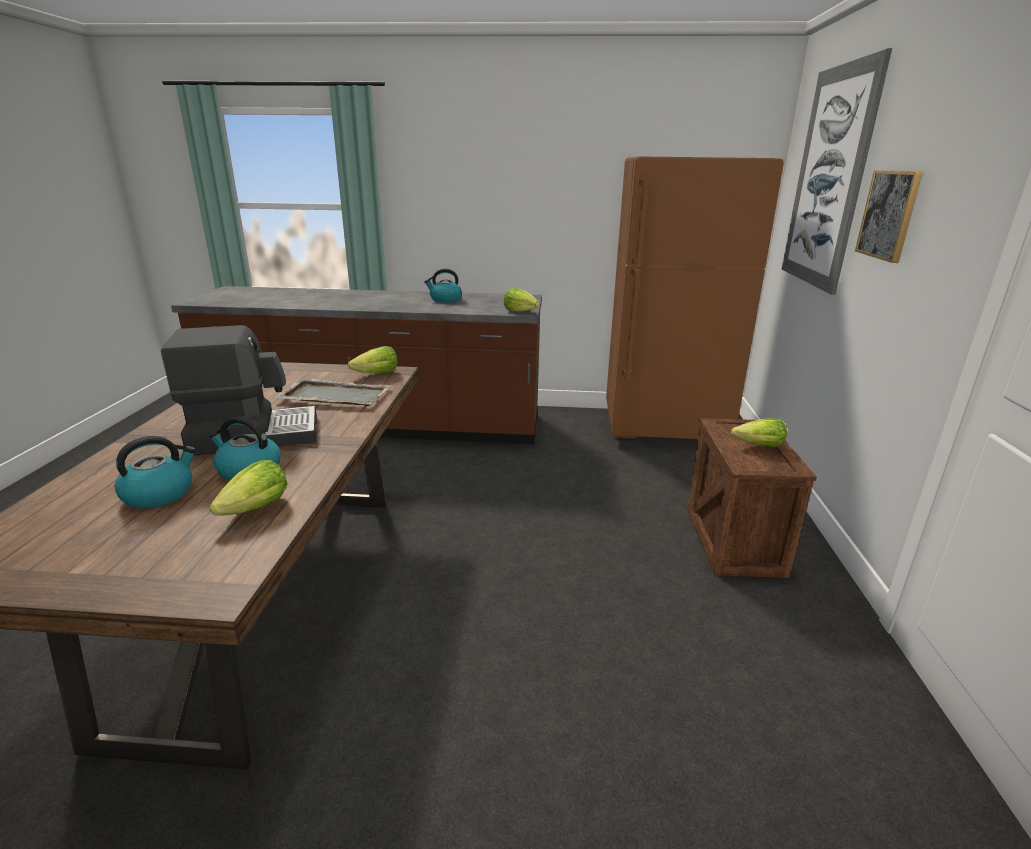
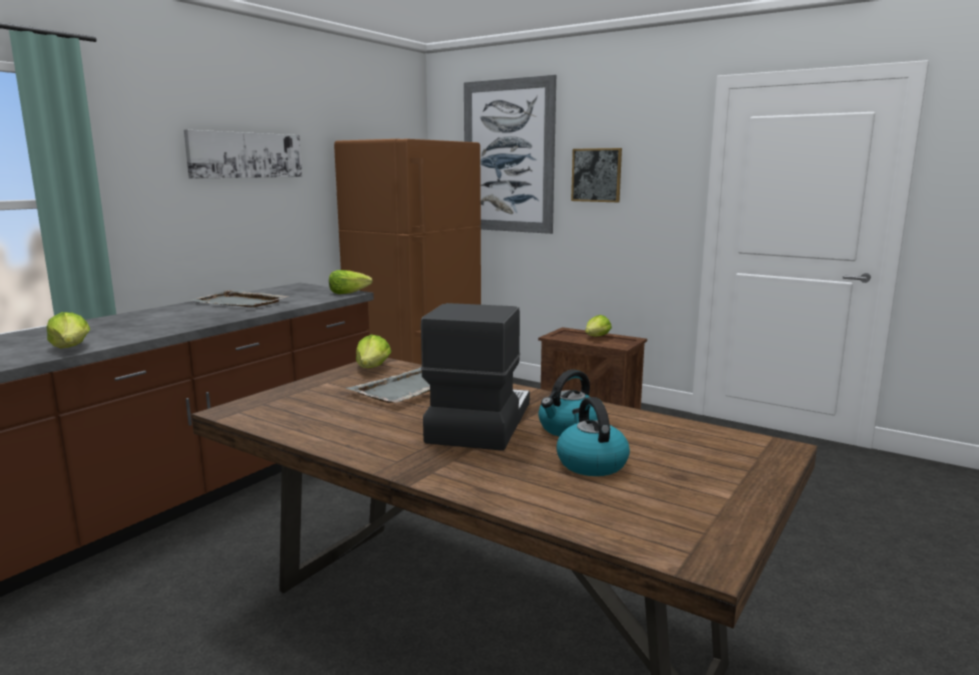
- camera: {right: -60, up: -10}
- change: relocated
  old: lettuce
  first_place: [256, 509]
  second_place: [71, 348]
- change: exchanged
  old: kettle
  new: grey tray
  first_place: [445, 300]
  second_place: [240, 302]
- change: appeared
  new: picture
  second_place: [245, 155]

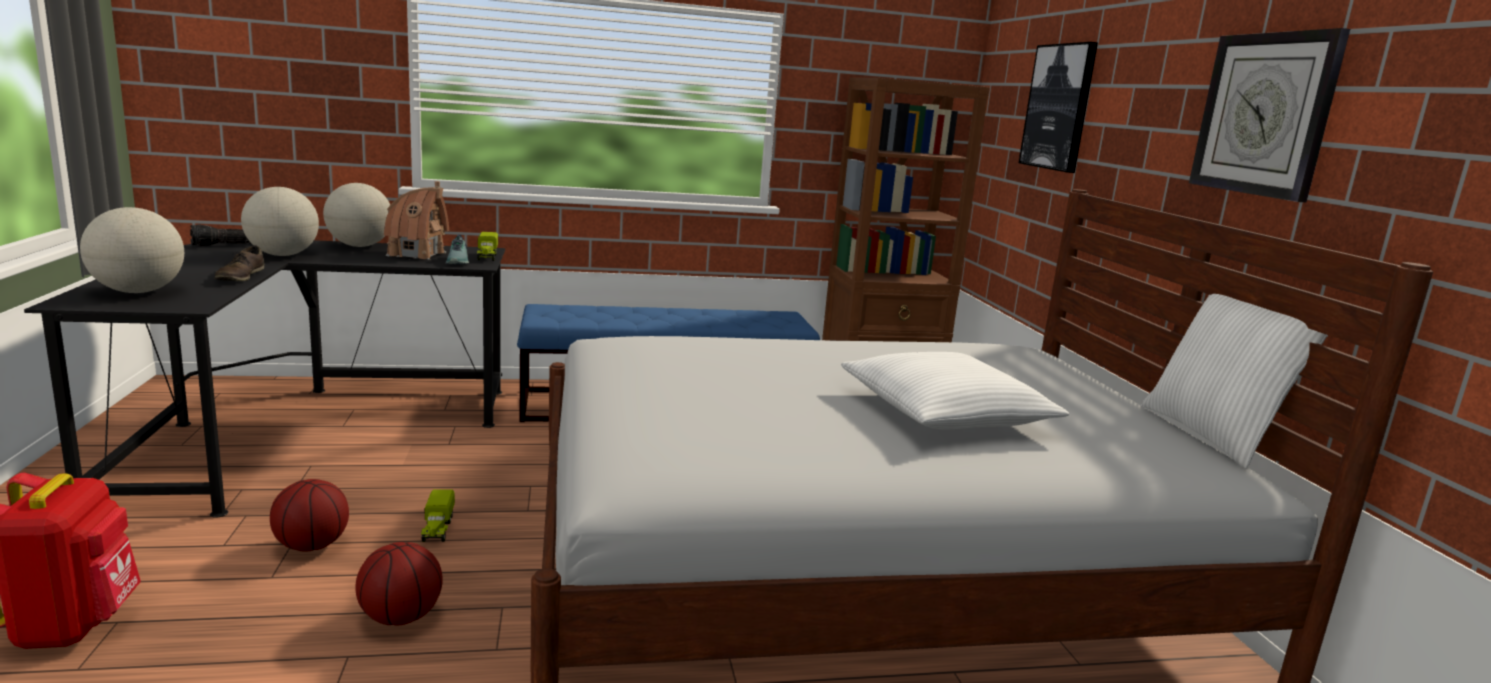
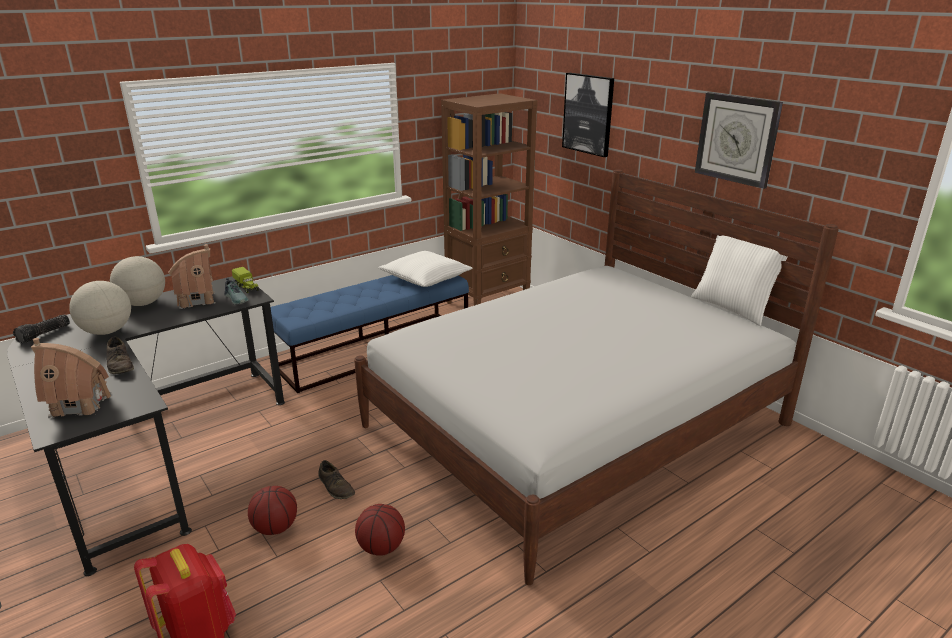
- camera: {right: -25, up: 10}
- change: exchanged
  old: globe
  new: toy house
  first_place: [138, 292]
  second_place: [80, 404]
- change: exchanged
  old: toy truck
  new: brown shoe
  first_place: [437, 529]
  second_place: [336, 487]
- change: relocated
  old: white pillow
  first_place: [944, 412]
  second_place: [425, 278]

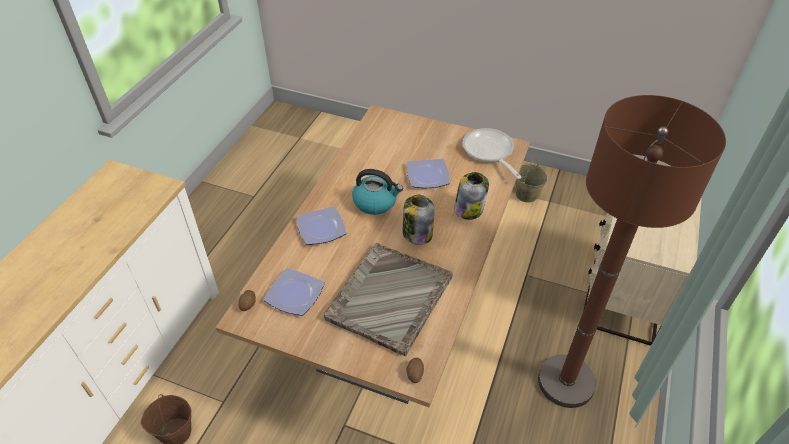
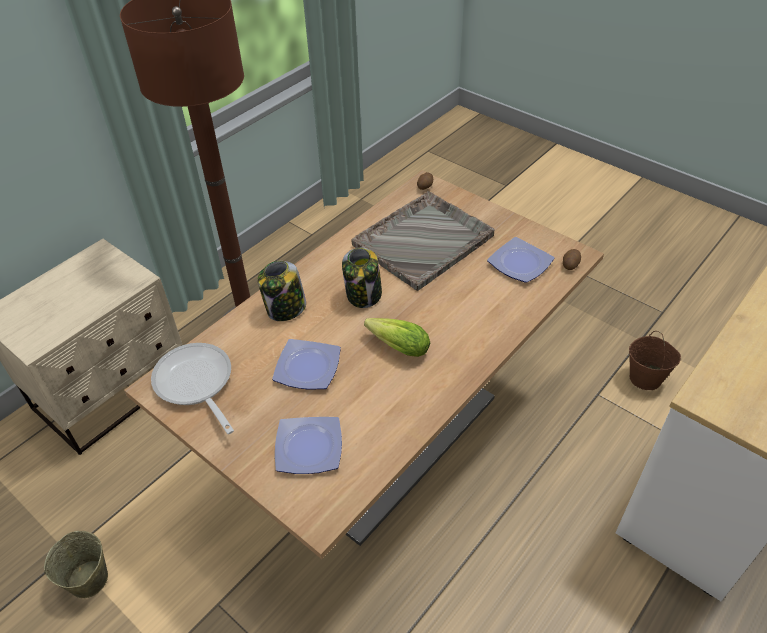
- camera: {right: -160, up: 0}
- change: relocated
  old: plate
  first_place: [320, 228]
  second_place: [310, 448]
- change: exchanged
  old: kettle
  new: lettuce
  first_place: [375, 202]
  second_place: [395, 345]
- change: spun
  old: frying pan
  first_place: [489, 152]
  second_place: [196, 384]
  degrees: 150

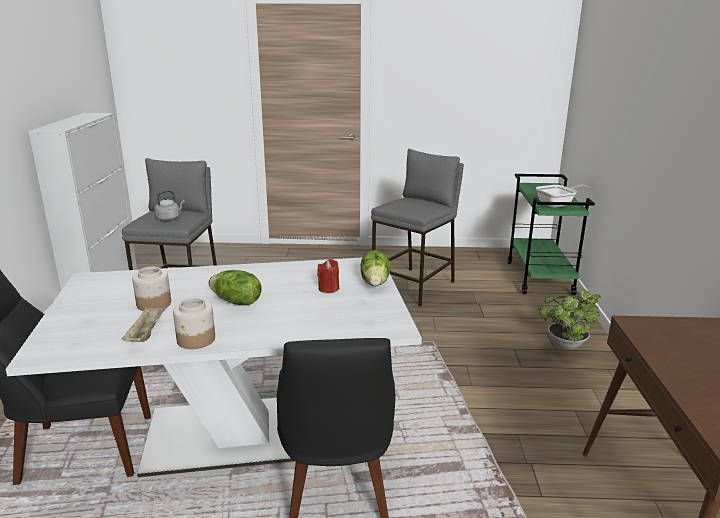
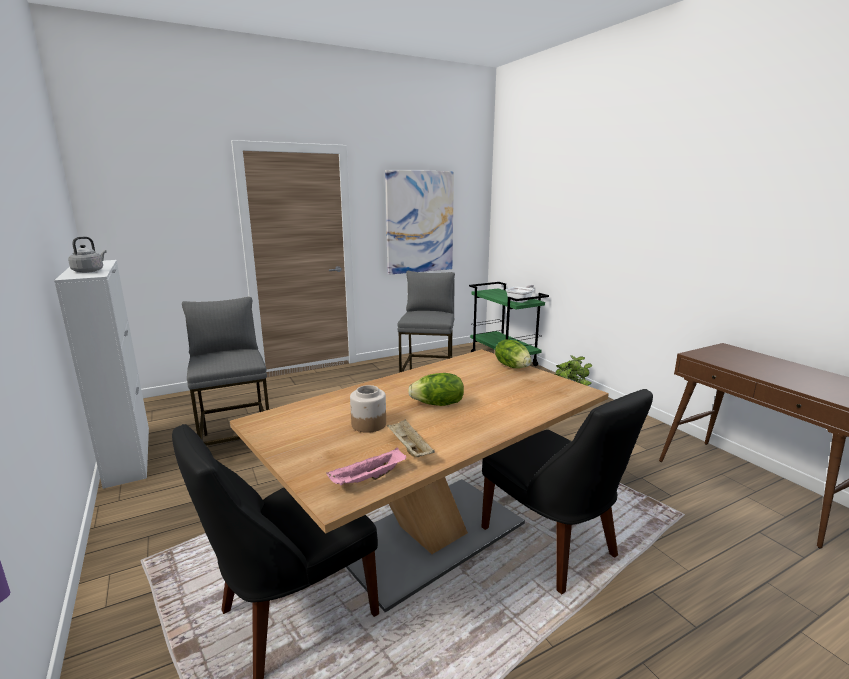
- camera: {right: -30, up: -5}
- change: colour
  old: white dining table
  new: brown dining table
  first_place: [240, 434]
  second_place: [430, 536]
- change: relocated
  old: grey kettle
  first_place: [169, 218]
  second_place: [89, 271]
- change: missing
  old: jar
  first_place: [196, 340]
- change: missing
  old: red candle
  first_place: [328, 288]
- change: appeared
  new: pink tray
  second_place: [368, 479]
- change: appeared
  new: picture
  second_place: [419, 222]

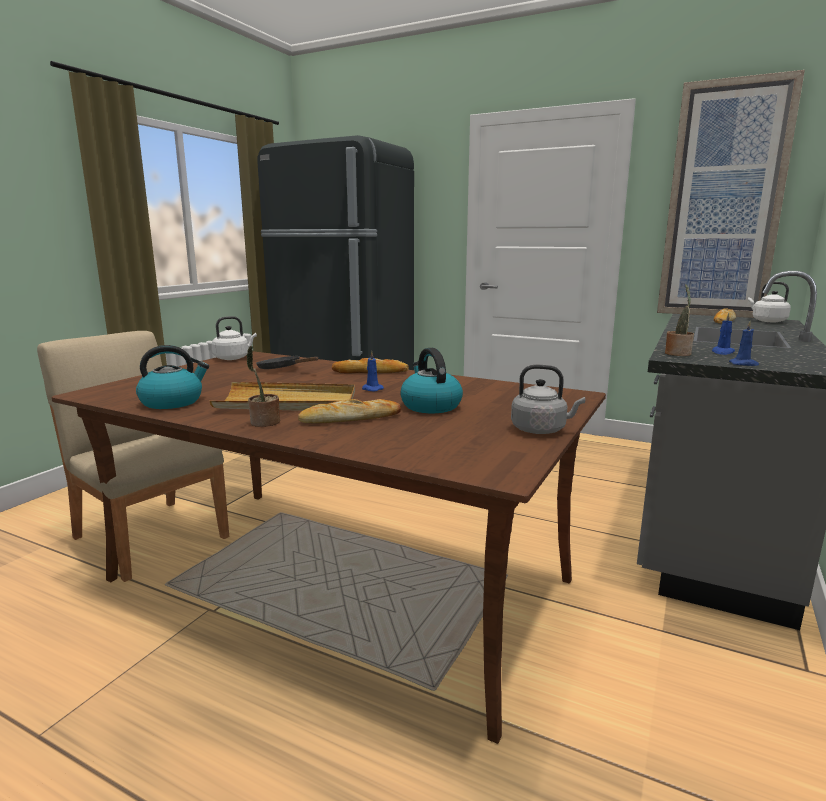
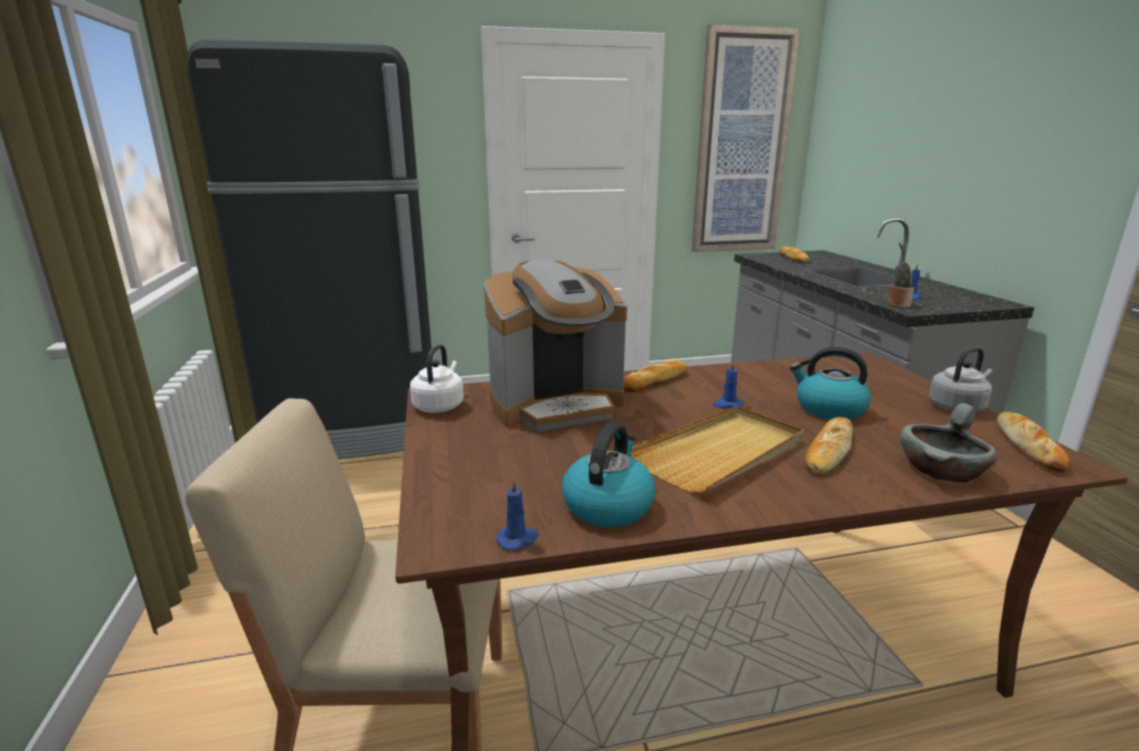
- camera: {right: -40, up: 5}
- change: missing
  old: potted plant
  first_place: [264, 423]
- change: exchanged
  old: black frying pan
  new: coffee machine
  first_place: [282, 369]
  second_place: [557, 405]
- change: relocated
  old: blue candle
  first_place: [744, 364]
  second_place: [518, 539]
- change: missing
  old: white kettle
  first_place: [767, 321]
- change: appeared
  new: grey bowl
  second_place: [942, 469]
- change: appeared
  new: bread
  second_place: [1028, 446]

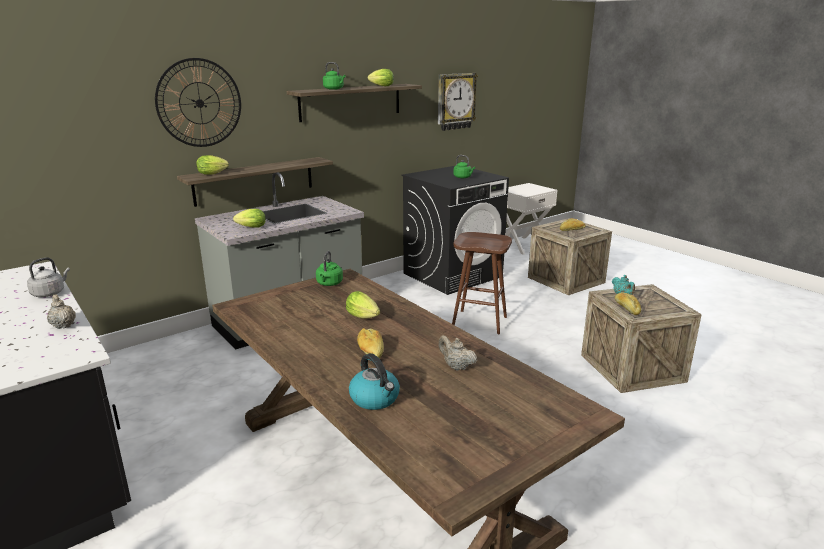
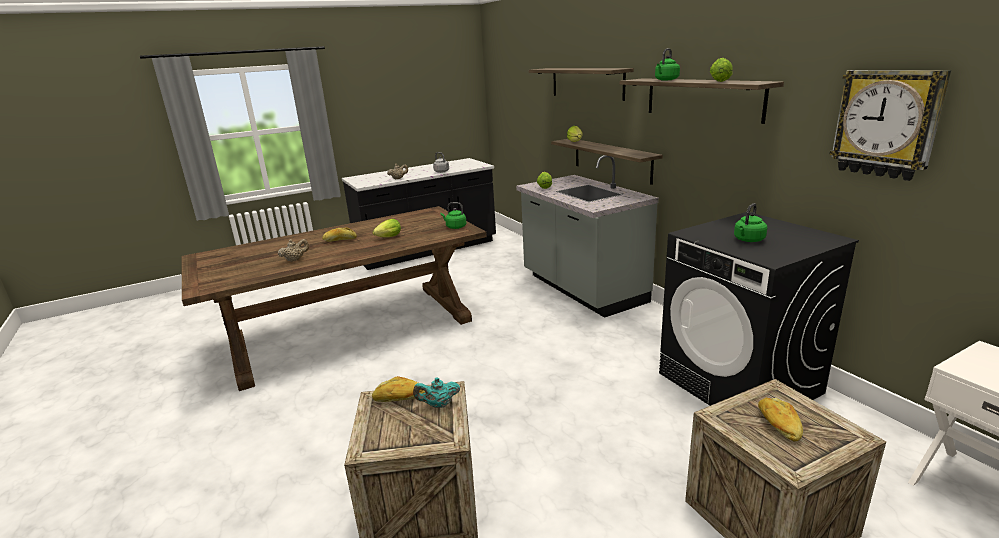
- camera: {right: 100, up: 0}
- change: exchanged
  old: wall clock
  new: shelf
  first_place: [199, 103]
  second_place: [586, 83]
- change: missing
  old: kettle
  first_place: [375, 399]
- change: missing
  old: brown stool
  first_place: [480, 322]

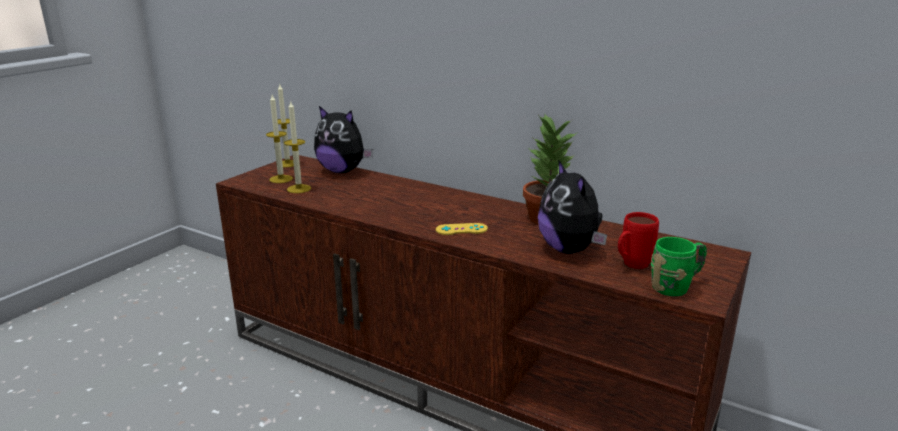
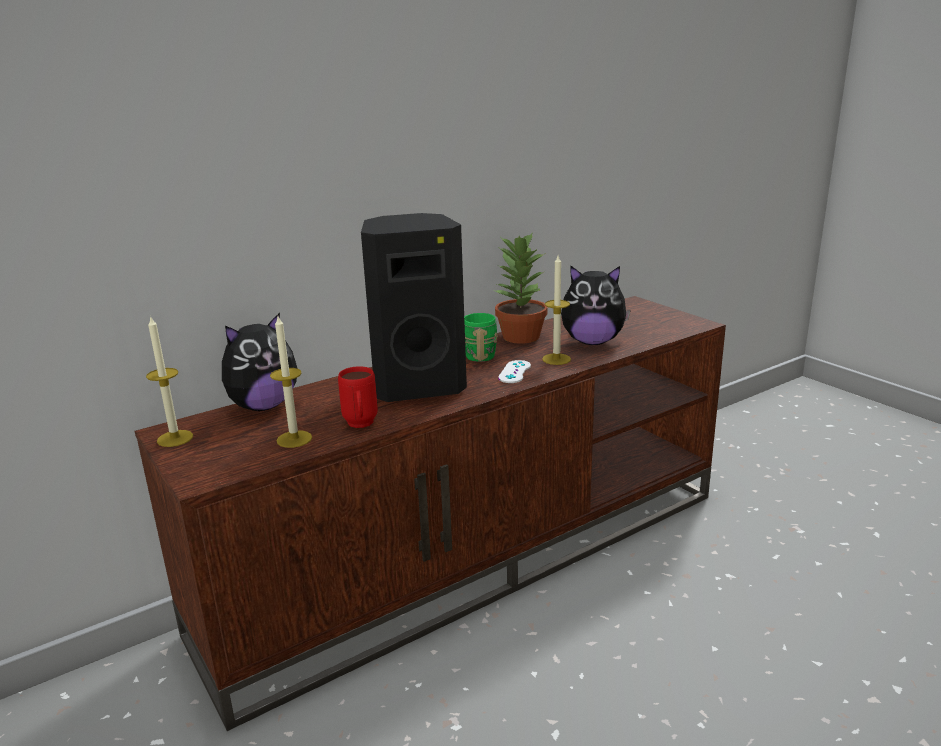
- camera: {right: -65, up: 0}
- change: relocated
  old: candle
  first_place: [281, 179]
  second_place: [556, 359]
- change: colour
  old: yellow game controller
  new: white game controller
  first_place: [461, 229]
  second_place: [514, 372]
- change: relocated
  old: red mug
  first_place: [631, 265]
  second_place: [361, 426]
- change: relocated
  old: green mug
  first_place: [676, 286]
  second_place: [479, 353]
- change: appeared
  new: black speaker
  second_place: [418, 386]

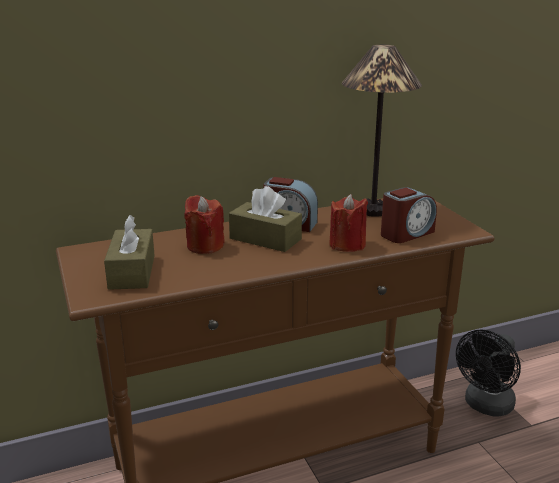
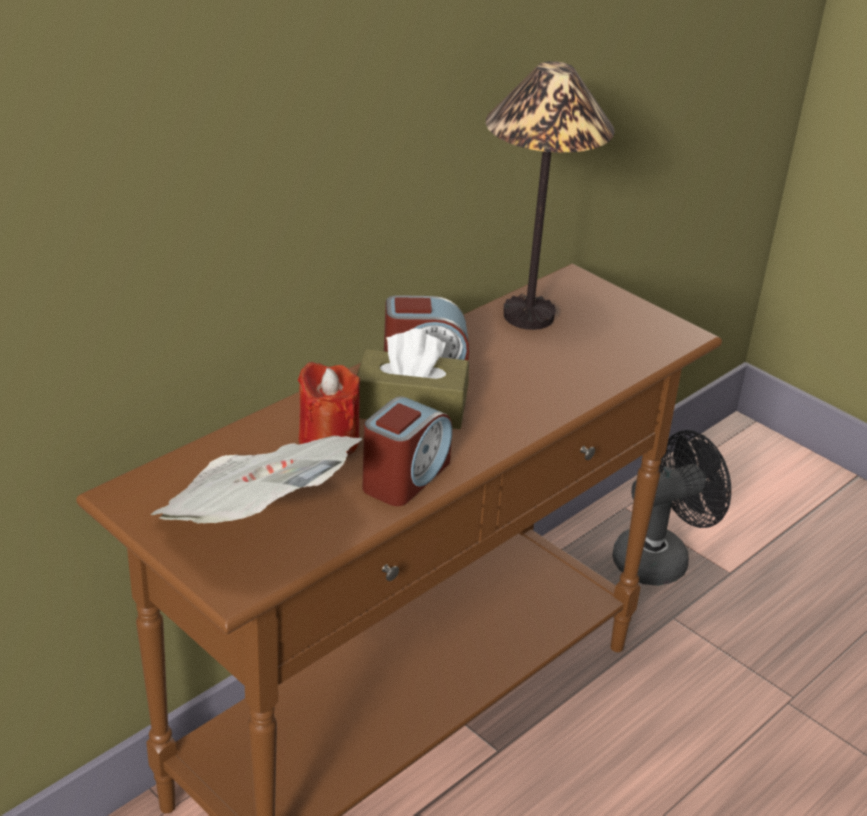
- camera: {right: -25, up: 10}
- change: exchanged
  old: brown tissue box
  new: newspaper
  first_place: [132, 272]
  second_place: [256, 520]
- change: missing
  old: red candle
  first_place: [347, 245]
- change: relocated
  old: alarm clock
  first_place: [406, 233]
  second_place: [405, 477]
- change: spun
  old: black fan
  first_place: [485, 406]
  second_place: [660, 558]
  degrees: -135

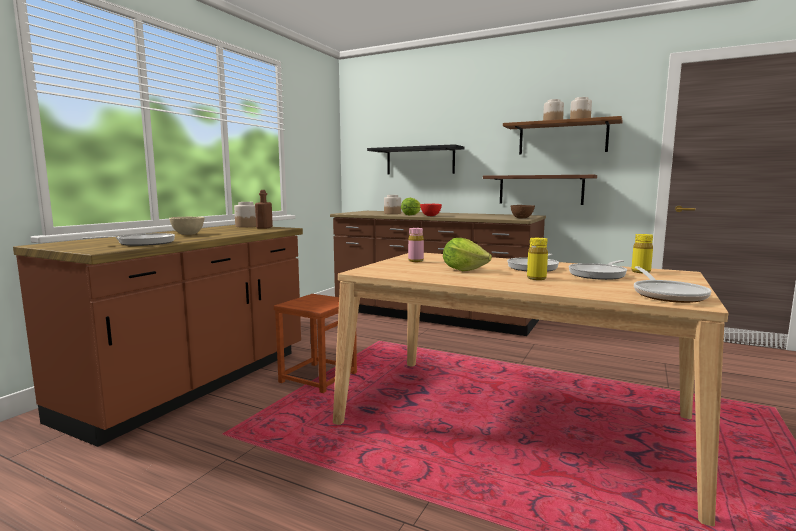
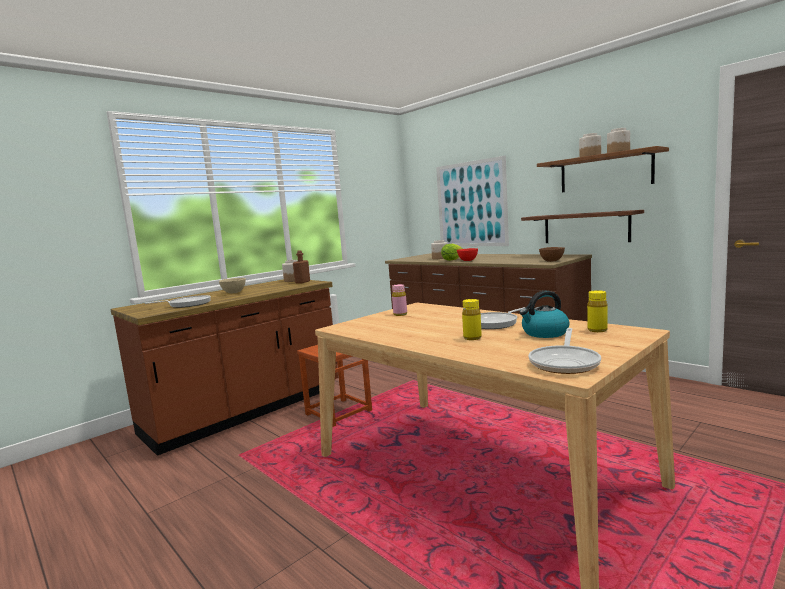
- camera: {right: 20, up: 0}
- change: exchanged
  old: black shelf
  new: picture
  first_place: [420, 161]
  second_place: [471, 204]
- change: missing
  old: lettuce
  first_place: [464, 270]
- change: exchanged
  old: frying pan
  new: kettle
  first_place: [599, 274]
  second_place: [544, 333]

